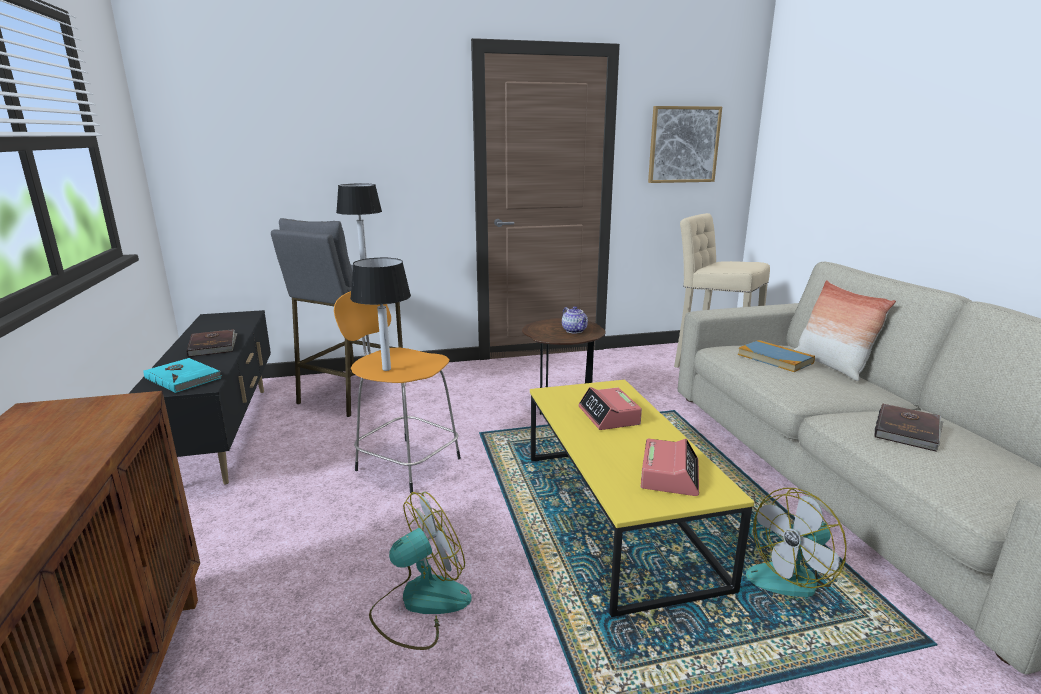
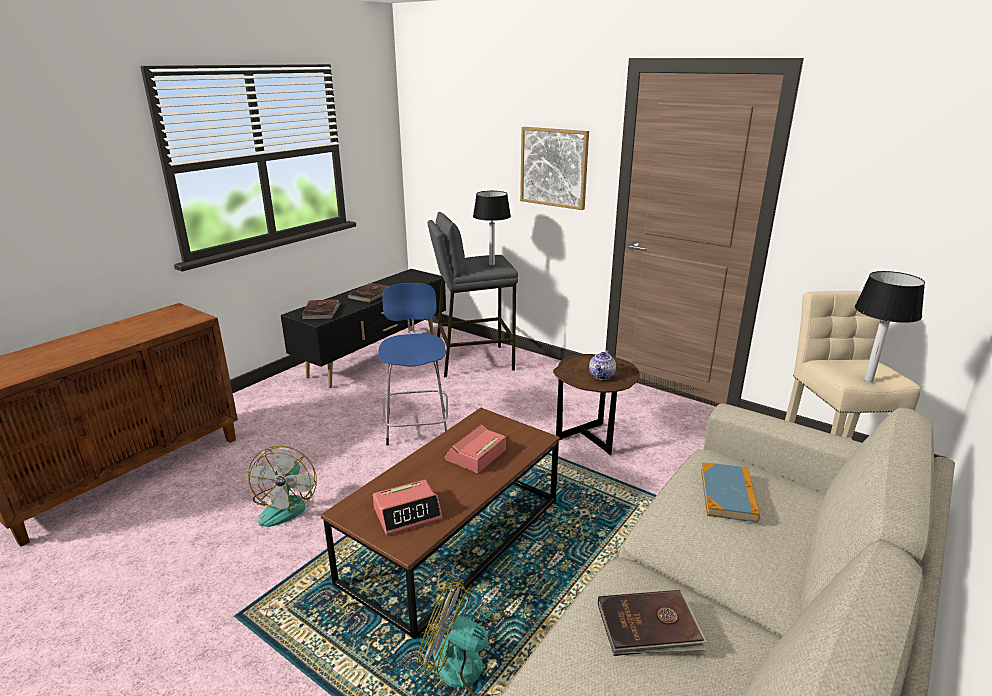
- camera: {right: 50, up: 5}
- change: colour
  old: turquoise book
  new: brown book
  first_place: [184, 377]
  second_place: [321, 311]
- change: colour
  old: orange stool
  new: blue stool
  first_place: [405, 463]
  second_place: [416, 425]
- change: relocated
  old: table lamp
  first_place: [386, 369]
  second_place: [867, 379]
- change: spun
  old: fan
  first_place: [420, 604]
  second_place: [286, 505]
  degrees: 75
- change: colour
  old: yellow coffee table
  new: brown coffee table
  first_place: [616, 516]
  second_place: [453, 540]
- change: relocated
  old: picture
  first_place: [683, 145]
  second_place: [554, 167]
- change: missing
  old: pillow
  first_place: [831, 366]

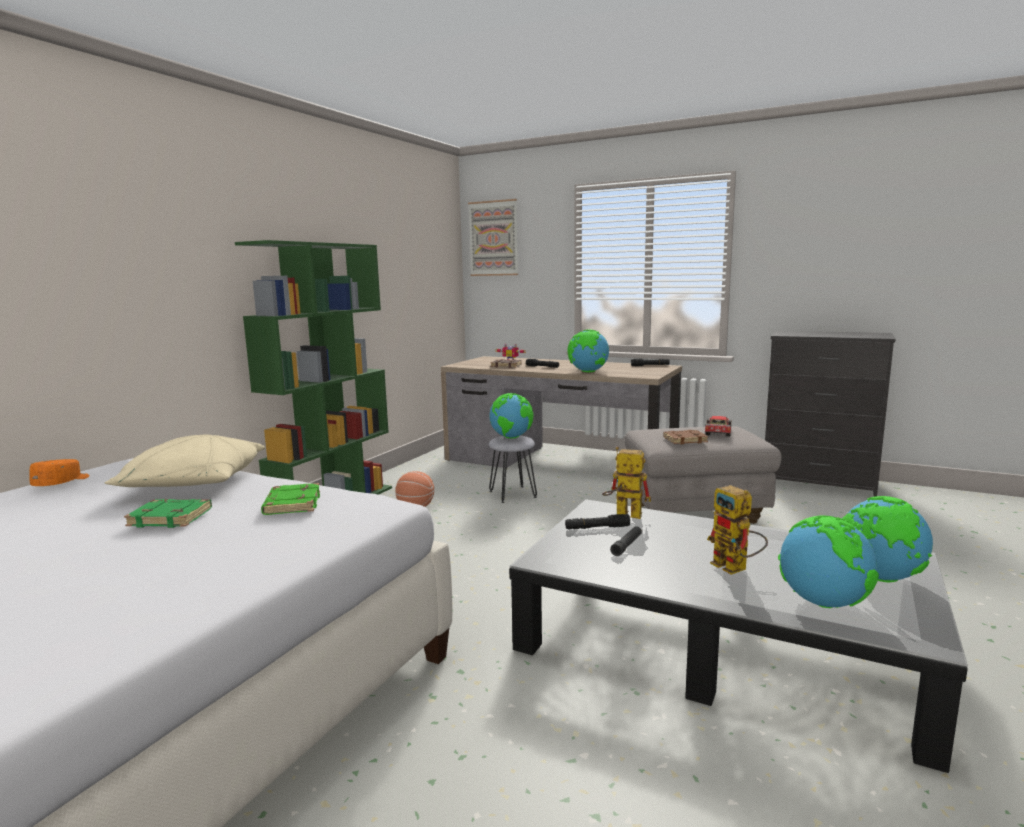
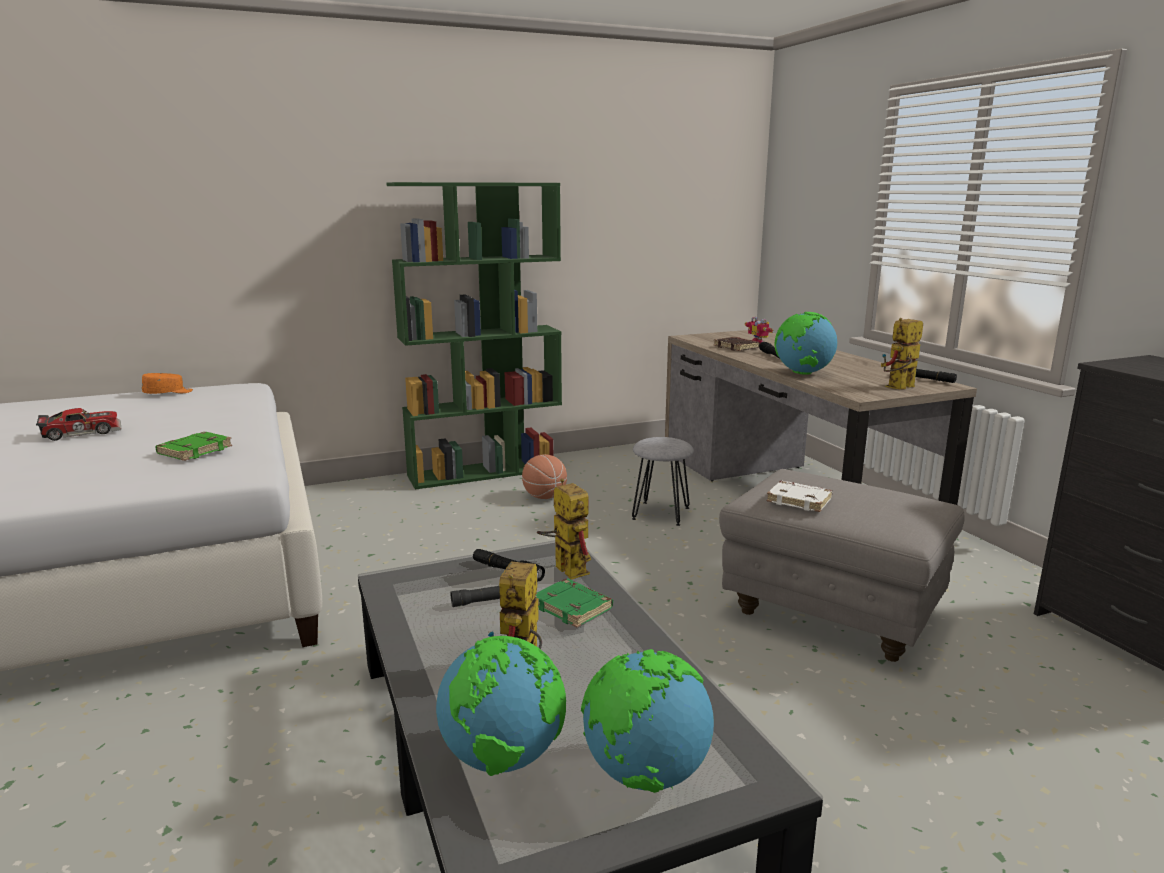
- camera: {right: 40, up: 5}
- change: missing
  old: beige pillow
  first_place: [194, 484]
- change: relocated
  old: green book
  first_place: [172, 518]
  second_place: [573, 607]
- change: missing
  old: picture
  first_place: [493, 238]
- change: missing
  old: globe
  first_place: [512, 437]
- change: colour
  old: brown book
  new: white book
  first_place: [685, 440]
  second_place: [800, 500]
- change: relocated
  old: toy car
  first_place: [716, 431]
  second_place: [82, 432]
- change: appeared
  new: toy robot
  second_place: [898, 388]

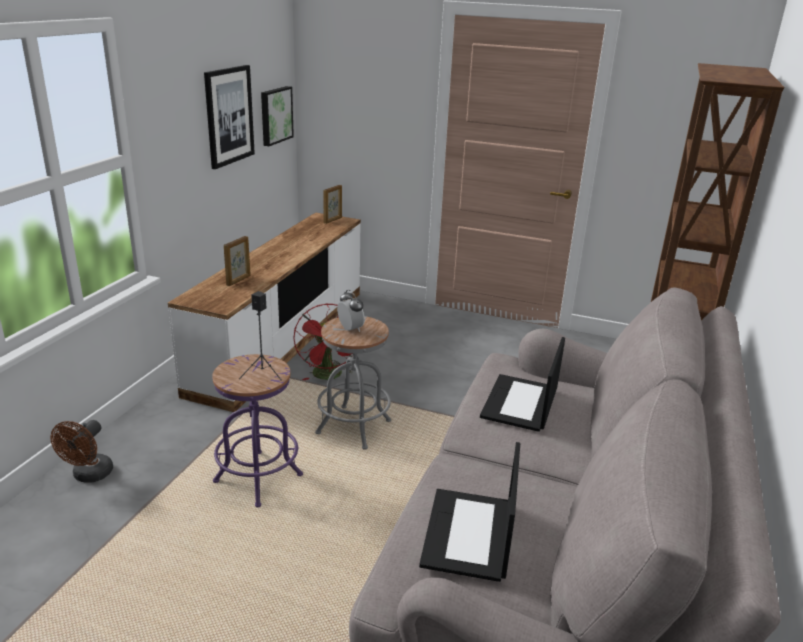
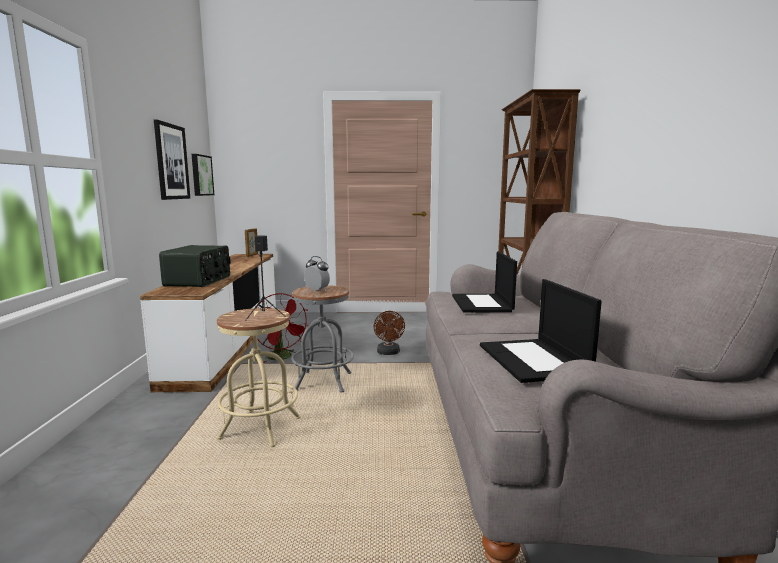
- camera: {right: -20, up: -15}
- change: relocated
  old: brown fan
  first_place: [89, 476]
  second_place: [388, 353]
- change: colour
  old: purple stool
  new: beige stool
  first_place: [258, 478]
  second_place: [260, 428]
- change: exchanged
  old: picture frame
  new: radio
  first_place: [239, 280]
  second_place: [199, 281]

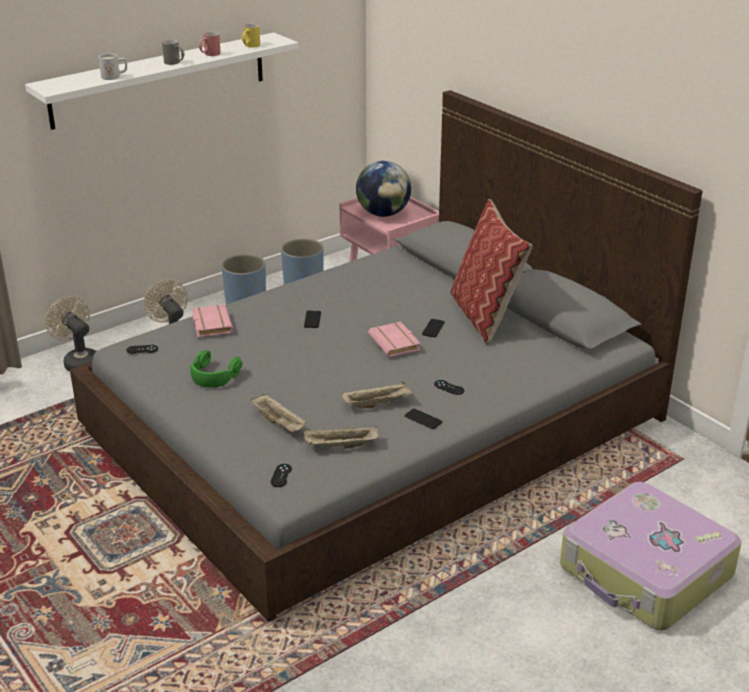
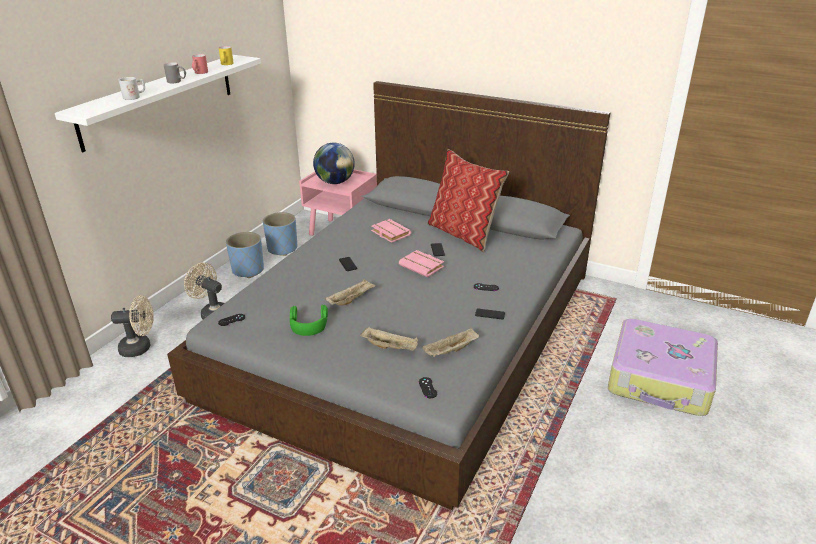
- camera: {right: -25, up: 0}
- change: spun
  old: beige fan
  first_place: [79, 362]
  second_place: [140, 348]
  degrees: 150
- change: relocated
  old: pink book
  first_place: [210, 324]
  second_place: [389, 233]
- change: relocated
  old: beige tray
  first_place: [377, 403]
  second_place: [351, 299]

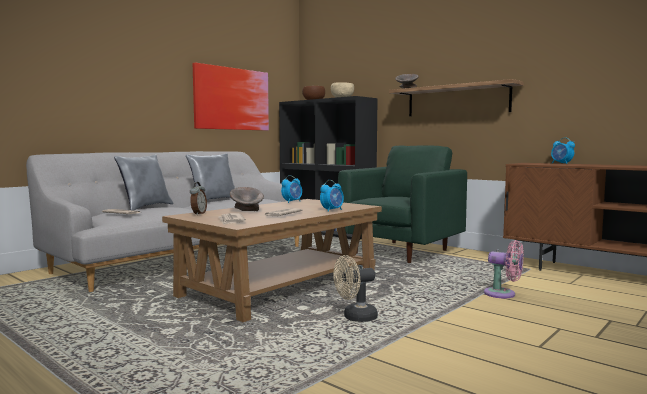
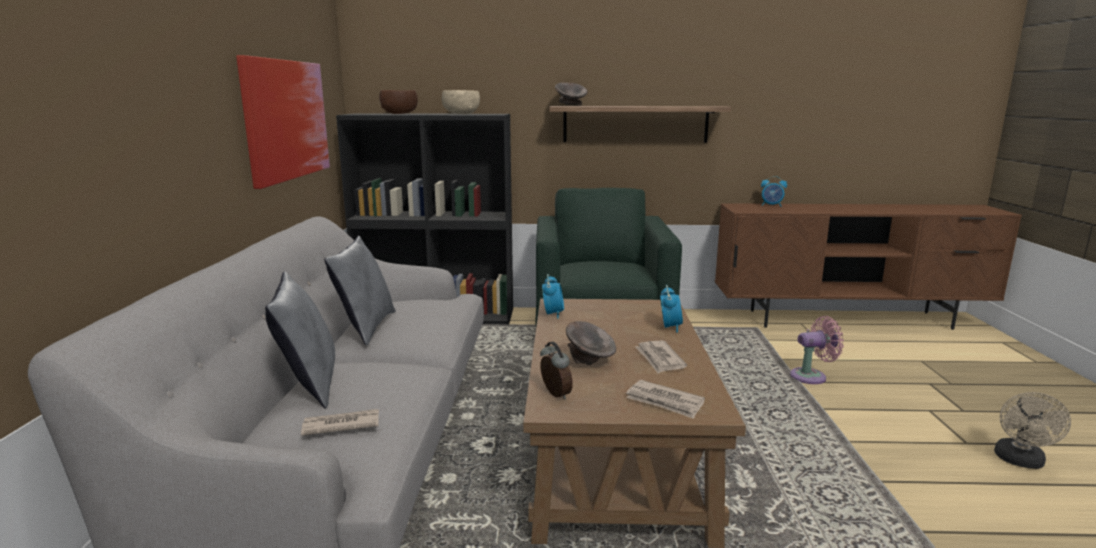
- camera: {right: -40, up: 10}
- change: relocated
  old: beige fan
  first_place: [355, 318]
  second_place: [1020, 462]

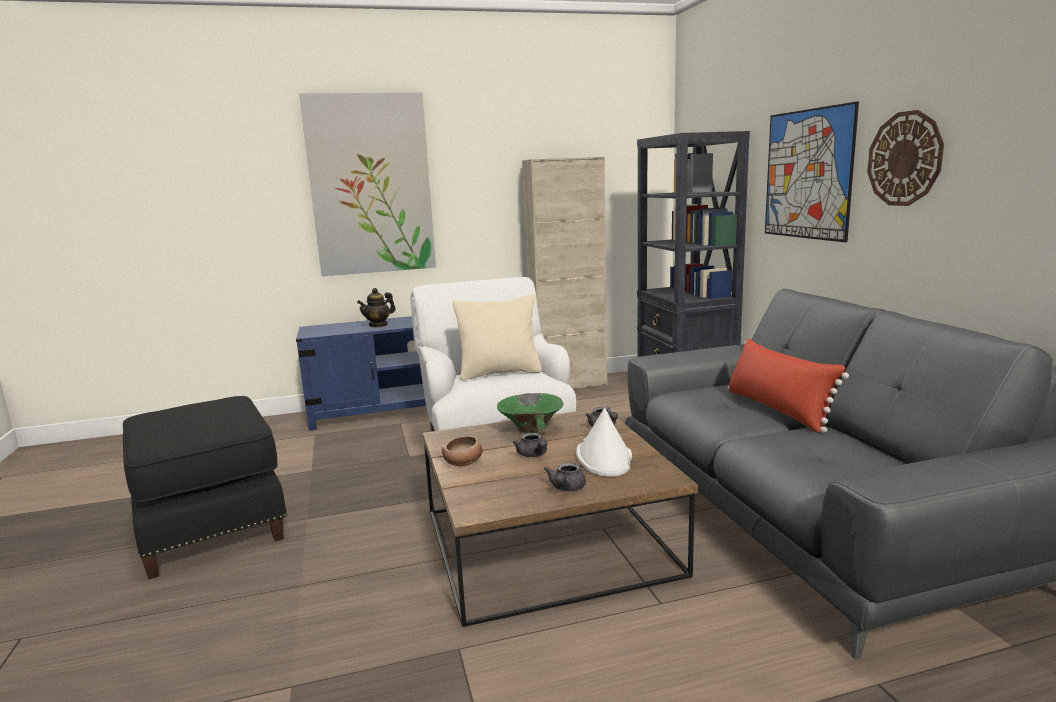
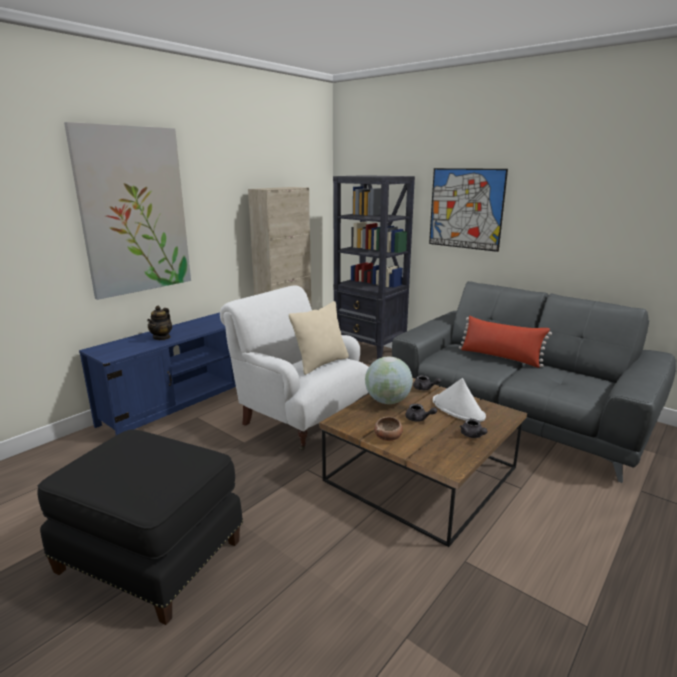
- camera: {right: -35, up: 5}
- change: exchanged
  old: green bowl
  new: globe
  first_place: [531, 430]
  second_place: [387, 401]
- change: missing
  old: wall clock
  first_place: [904, 159]

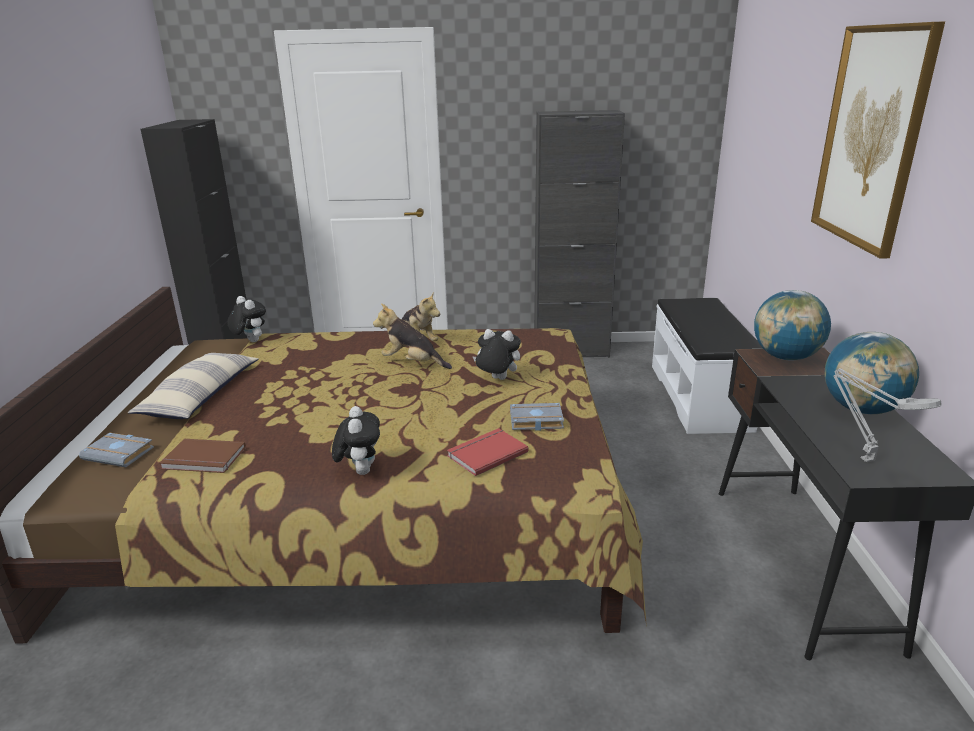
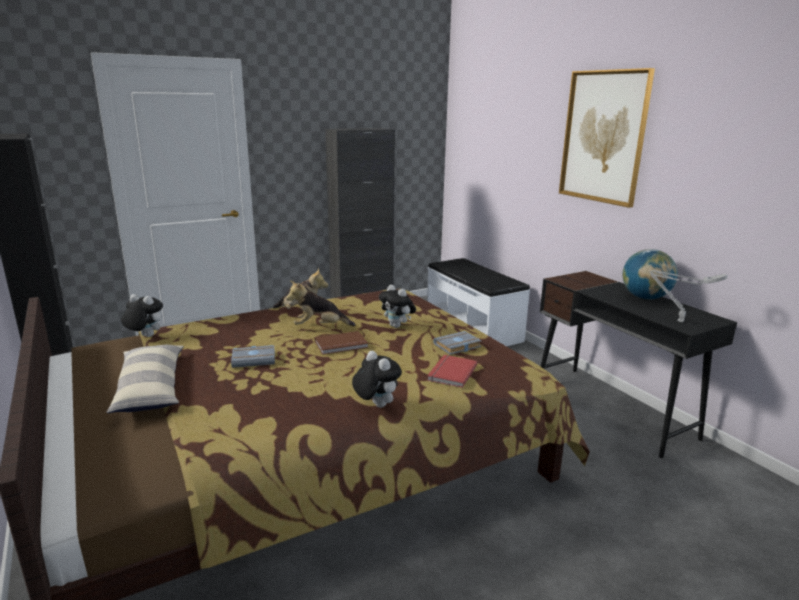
- camera: {right: -30, up: -5}
- change: relocated
  old: grey book
  first_place: [121, 453]
  second_place: [255, 359]
- change: relocated
  old: brown book
  first_place: [203, 459]
  second_place: [341, 345]
- change: spun
  old: plush toy
  first_place: [497, 379]
  second_place: [397, 326]
  degrees: -120
- change: missing
  old: globe
  first_place: [785, 357]

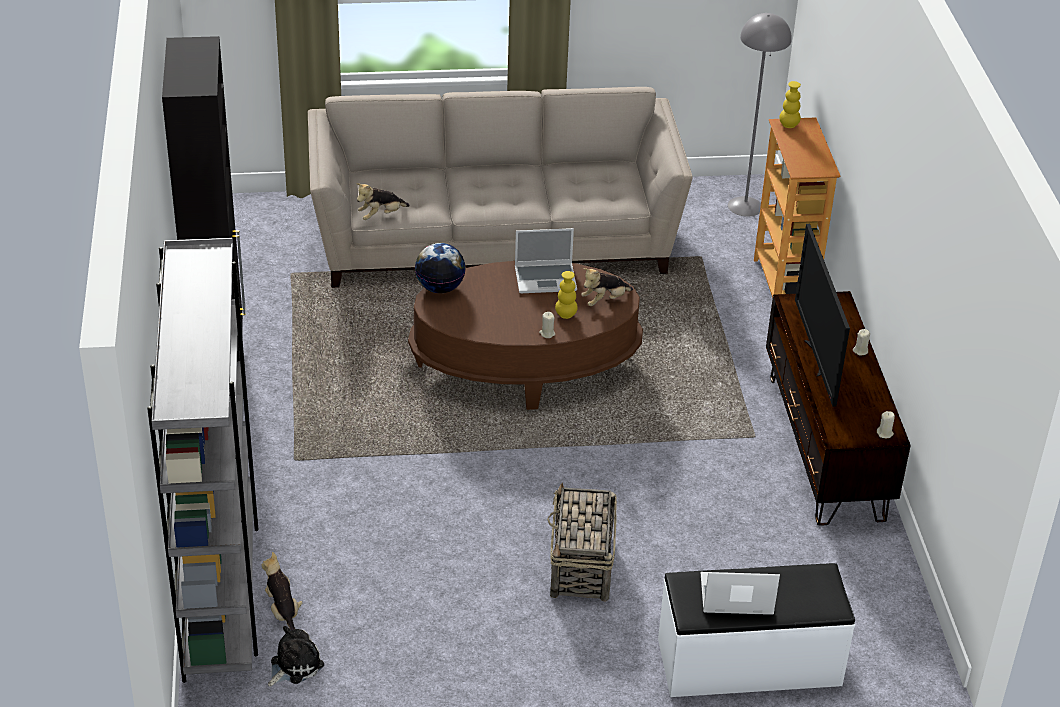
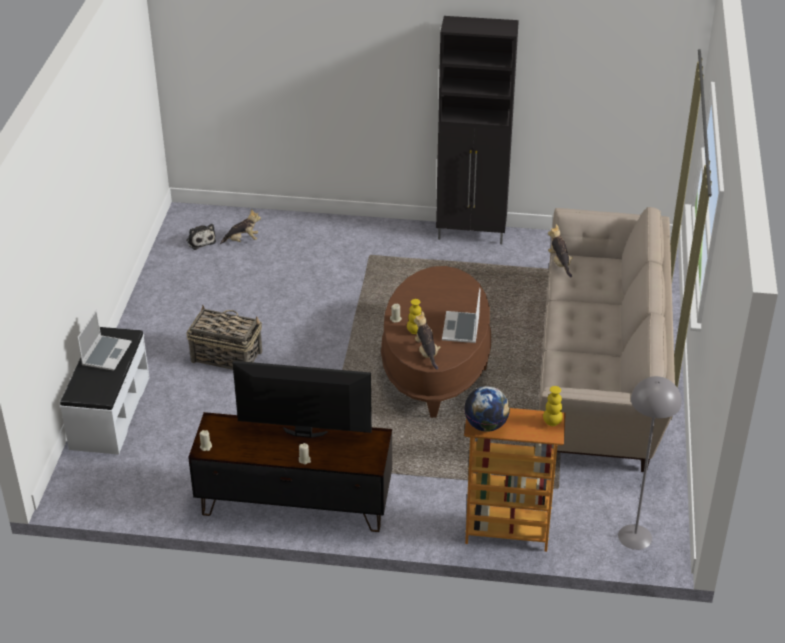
- camera: {right: 105, up: 0}
- change: missing
  old: grey bookcase
  first_place: [221, 591]
- change: relocated
  old: globe
  first_place: [440, 288]
  second_place: [486, 425]

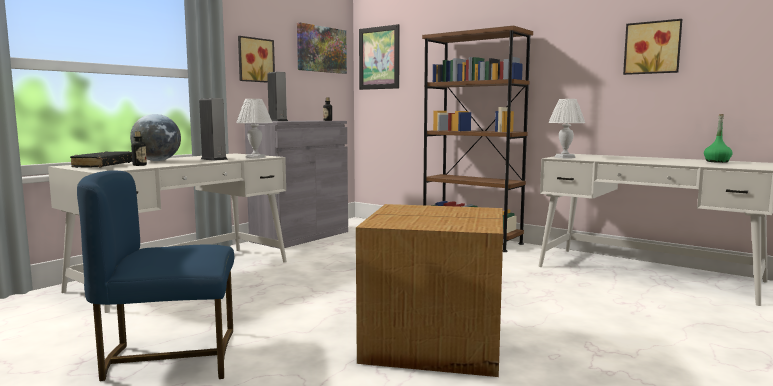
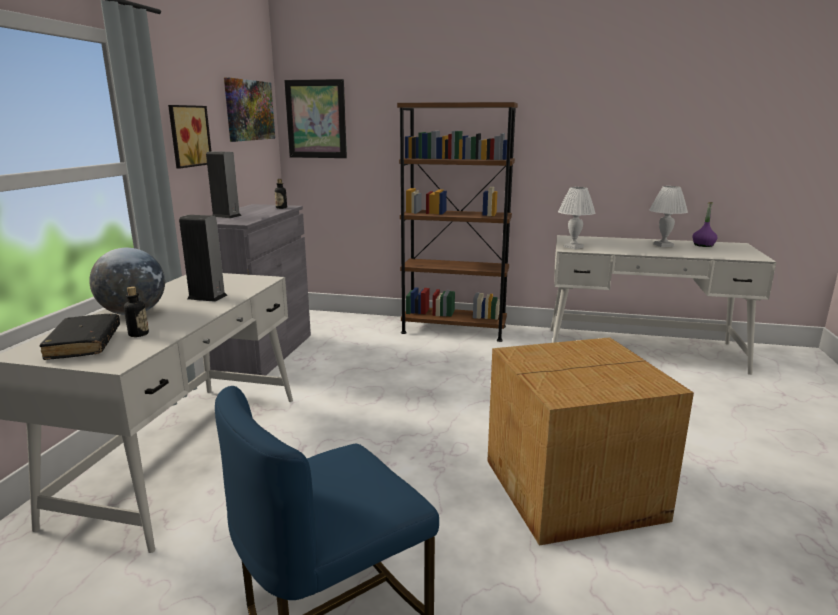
- camera: {right: -25, up: 10}
- change: relocated
  old: white table lamp
  first_place: [255, 157]
  second_place: [663, 245]
- change: missing
  old: picture
  first_place: [652, 48]
- change: colour
  old: green bottle
  new: purple bottle
  first_place: [717, 161]
  second_place: [703, 245]

